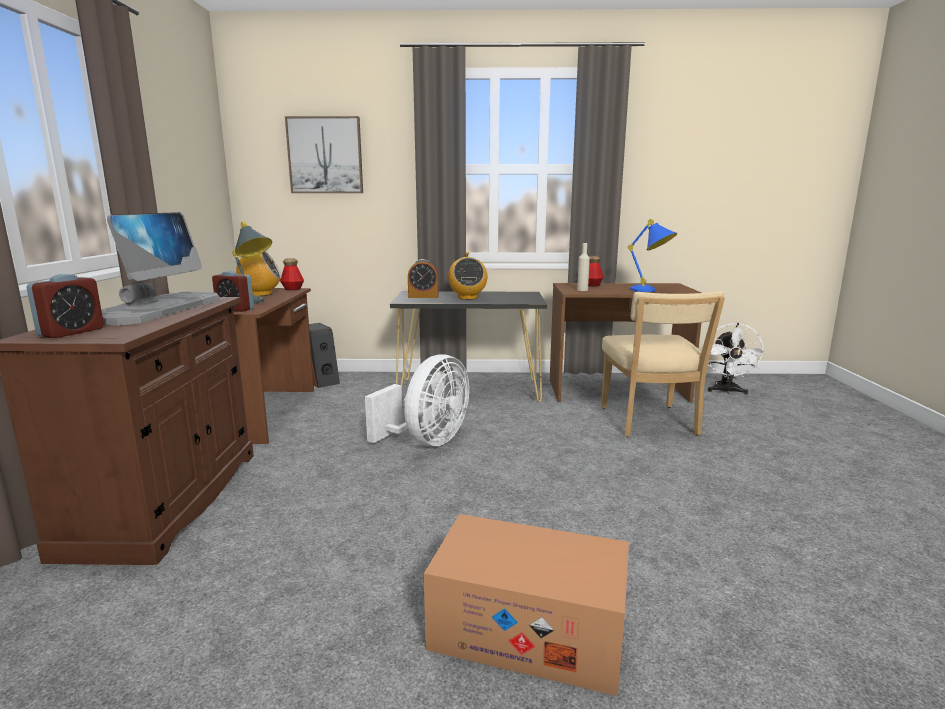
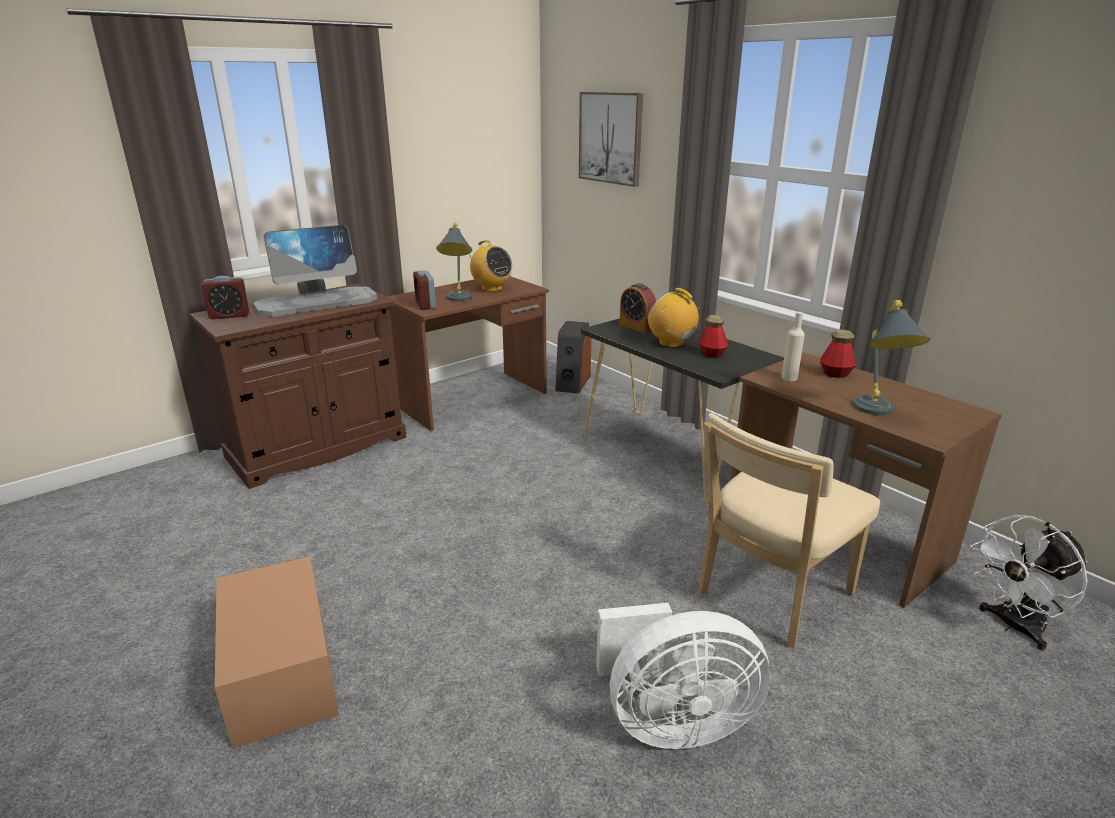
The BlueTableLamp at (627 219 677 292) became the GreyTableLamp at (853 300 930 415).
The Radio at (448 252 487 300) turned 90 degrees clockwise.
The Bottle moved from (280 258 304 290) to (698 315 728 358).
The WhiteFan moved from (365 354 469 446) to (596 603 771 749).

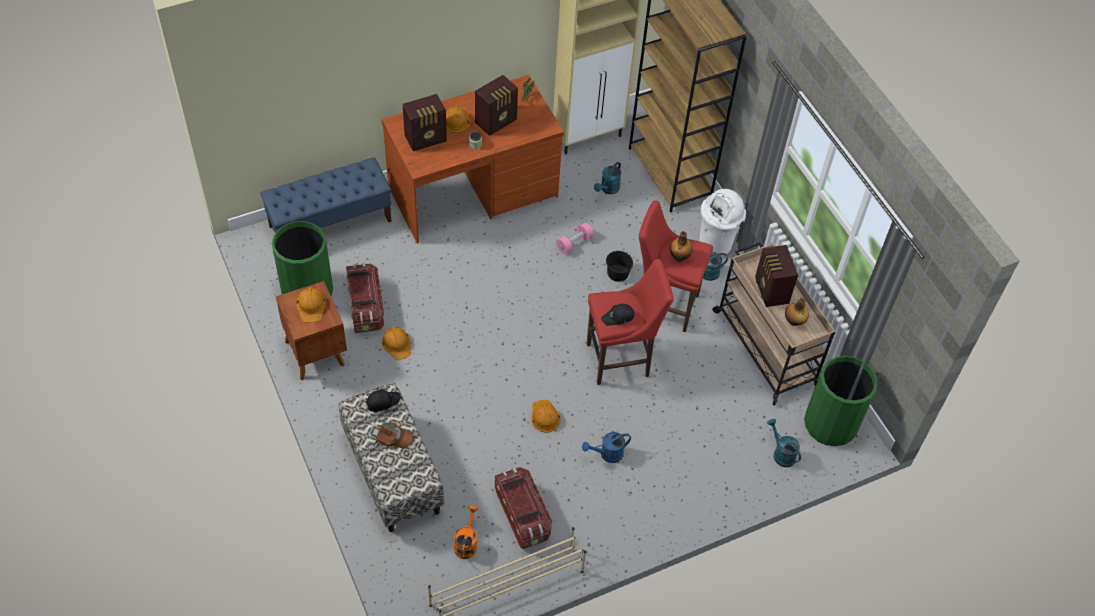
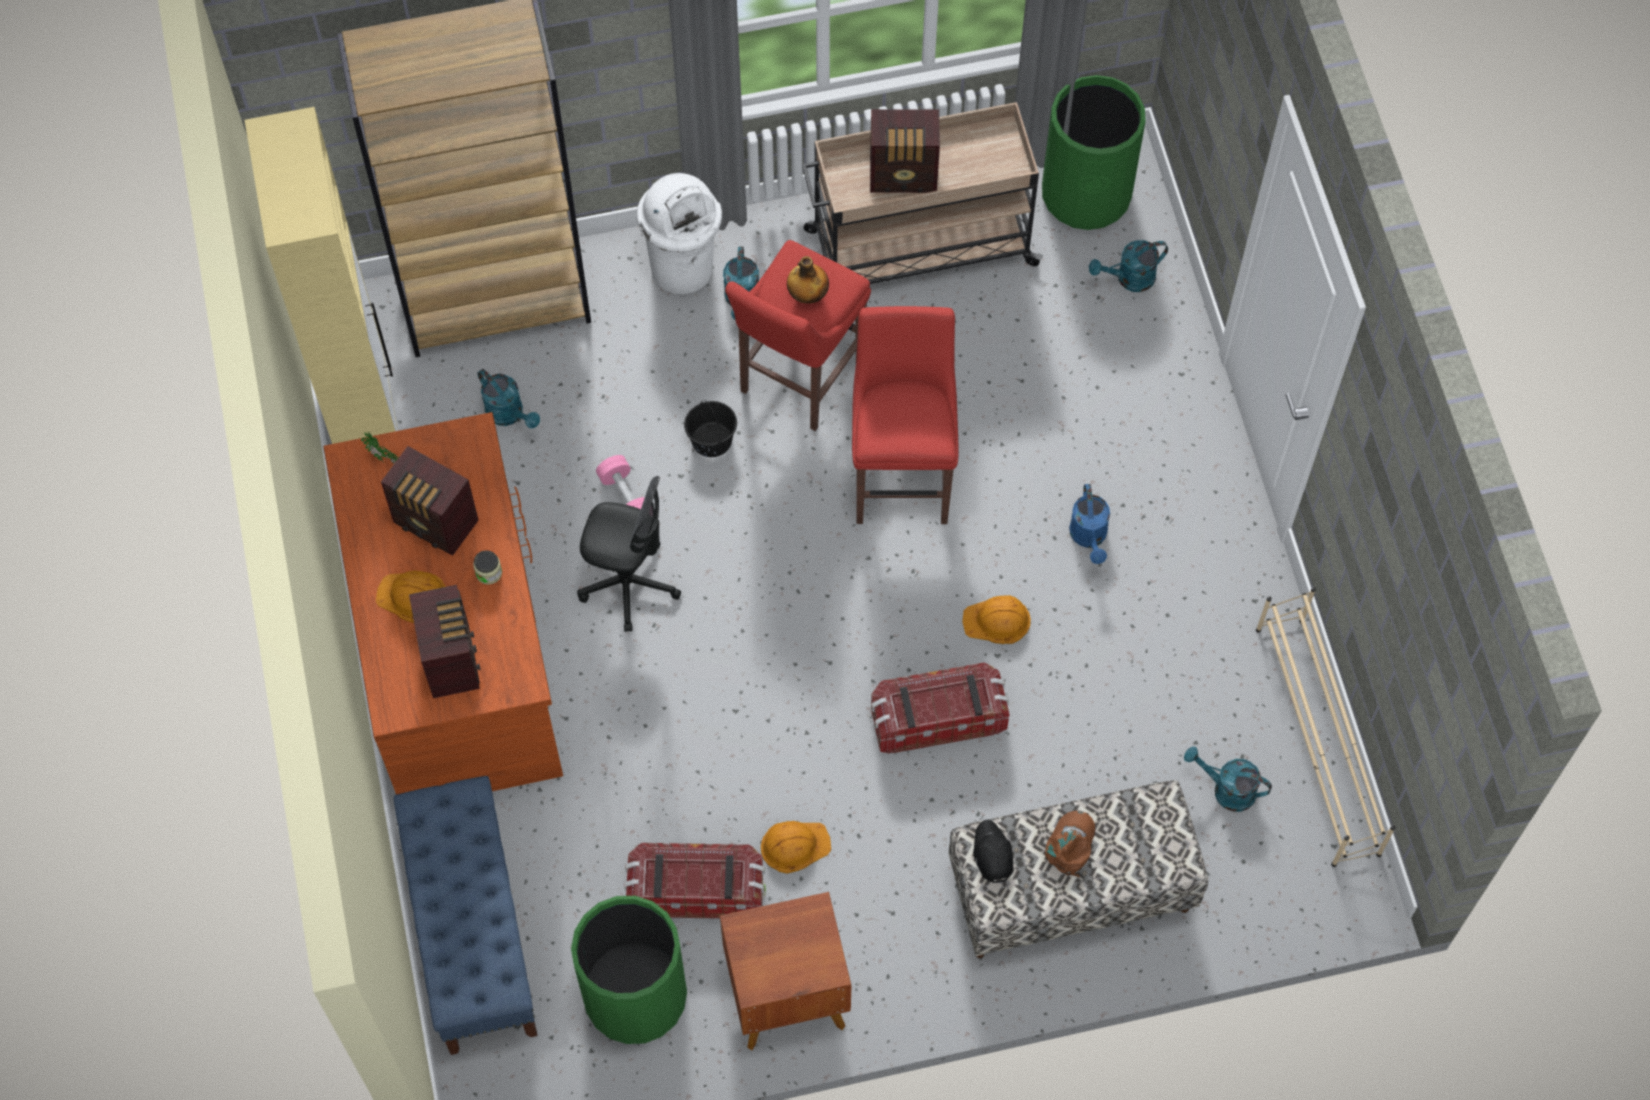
The Radio at (475 75 518 136) turned 150 degrees clockwise.
The OrangeHardHat at (296 287 326 323) disappeared.
The Bottle at (785 297 809 326) disappeared.
The BlackCap at (601 304 634 326) disappeared.
The StorageBox moved from (495 467 552 549) to (871 662 1010 754).
The OrangeWateringCan at (454 505 478 559) became the TurquoiseWateringCan at (1184 746 1272 812).
The BlackOfficeChair at (577 476 681 632) appeared.

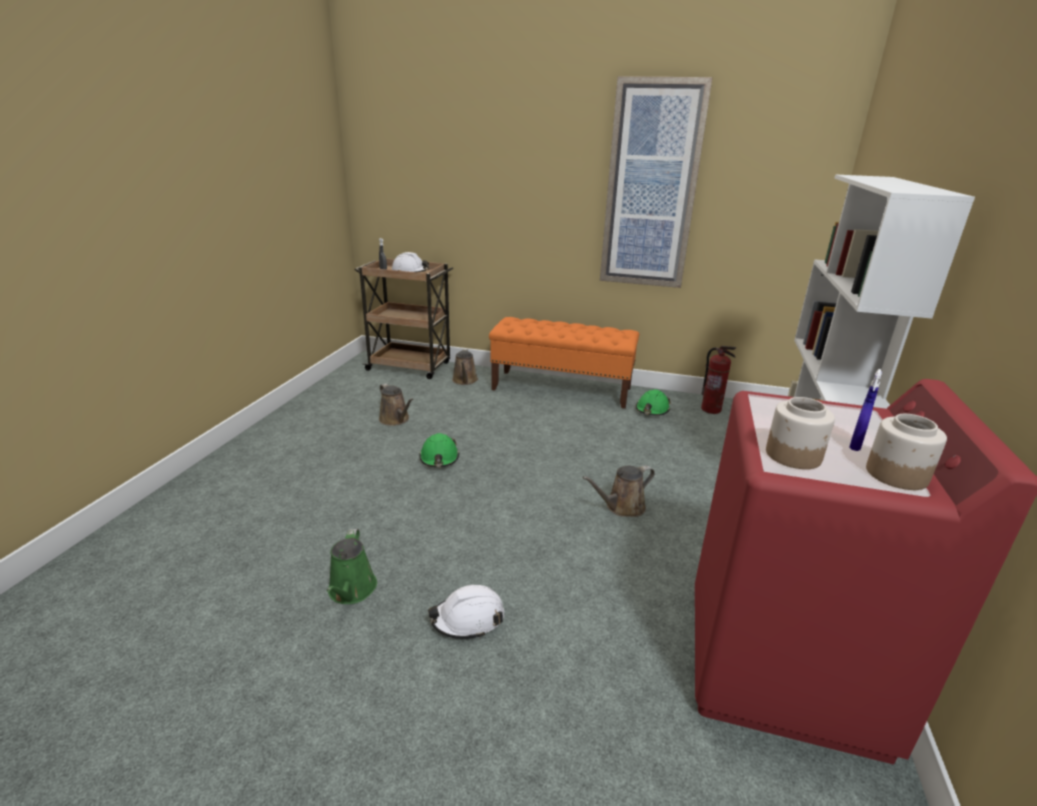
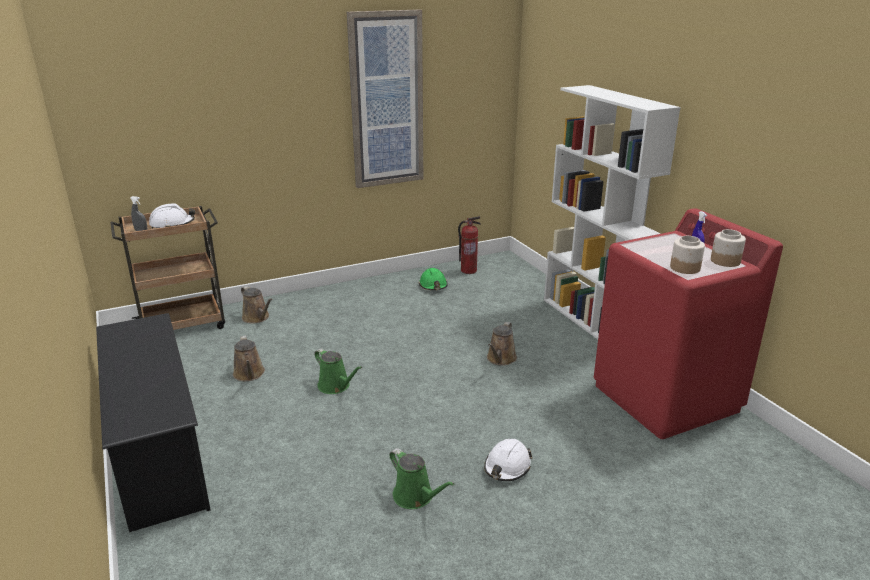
The OrangeBench at (489 317 639 409) disappeared.
The BrownWateringCan at (379 383 414 426) turned 60 degrees clockwise.
The GreenHardHat at (419 433 459 467) was replaced by the GreenWateringCan at (314 349 362 394).
The BlackShoeRack at (96 313 211 532) appeared.

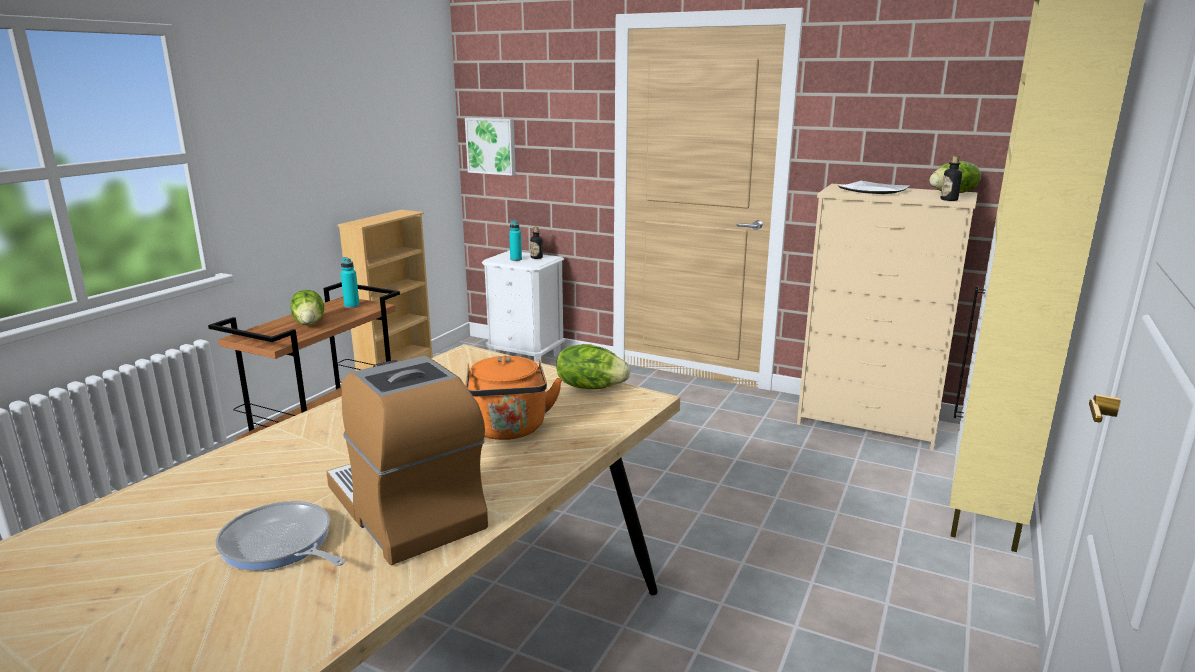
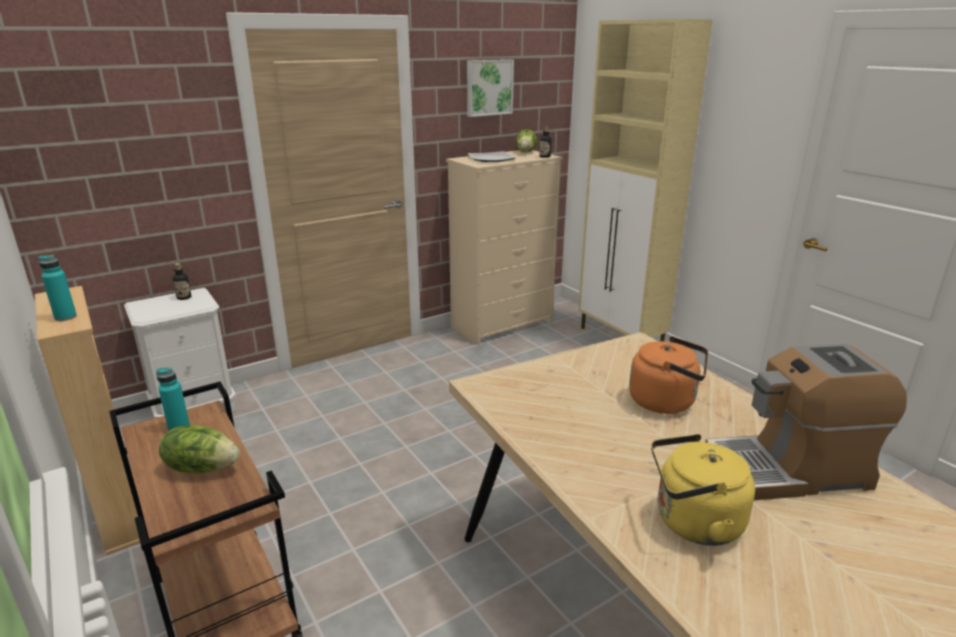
The Picture moved from (465 118 516 176) to (467 59 514 117).
The TurquoiseBottle moved from (509 220 522 261) to (38 255 77 321).
The Lettuce at (556 344 630 389) disappeared.
The FryingPan at (215 501 345 571) disappeared.
The YellowKettle at (651 434 755 546) appeared.

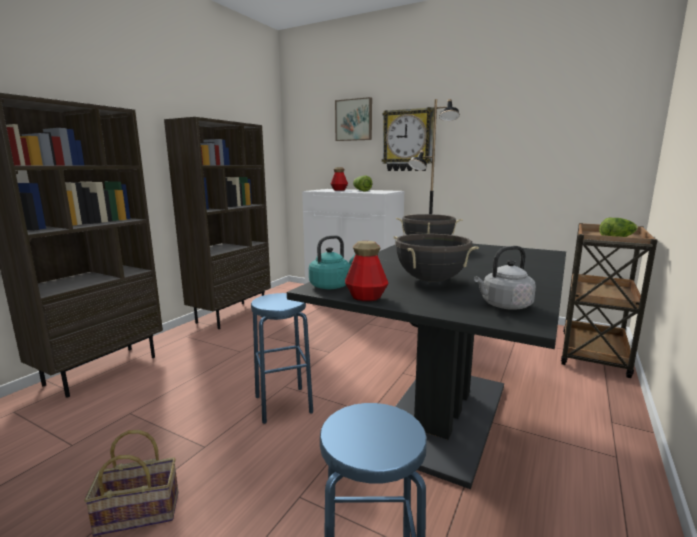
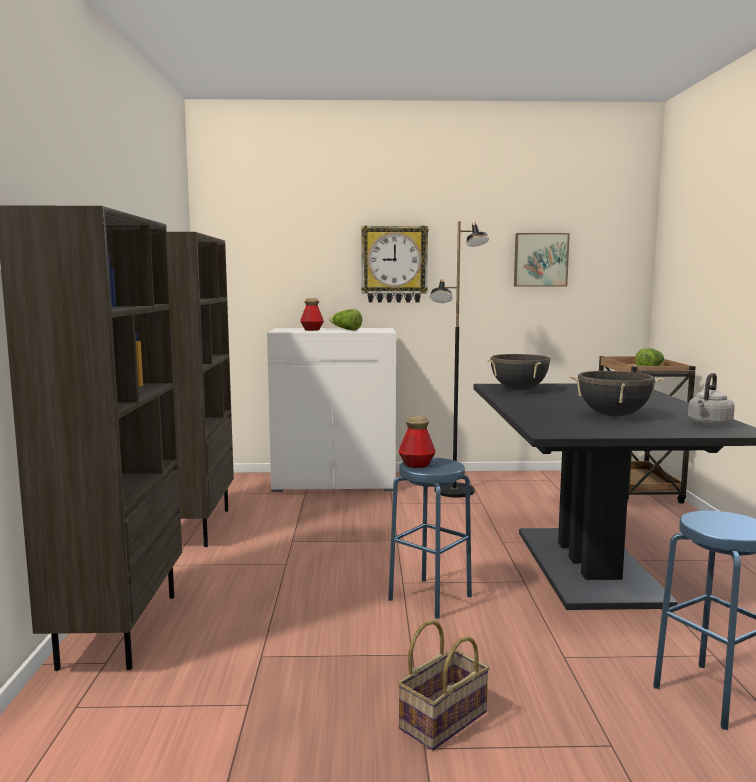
The Picture moved from (335 97 372 141) to (514 233 570 287).
The TurquoiseKettle at (309 235 355 289) disappeared.
The Bottle moved from (345 241 389 301) to (399 416 436 468).

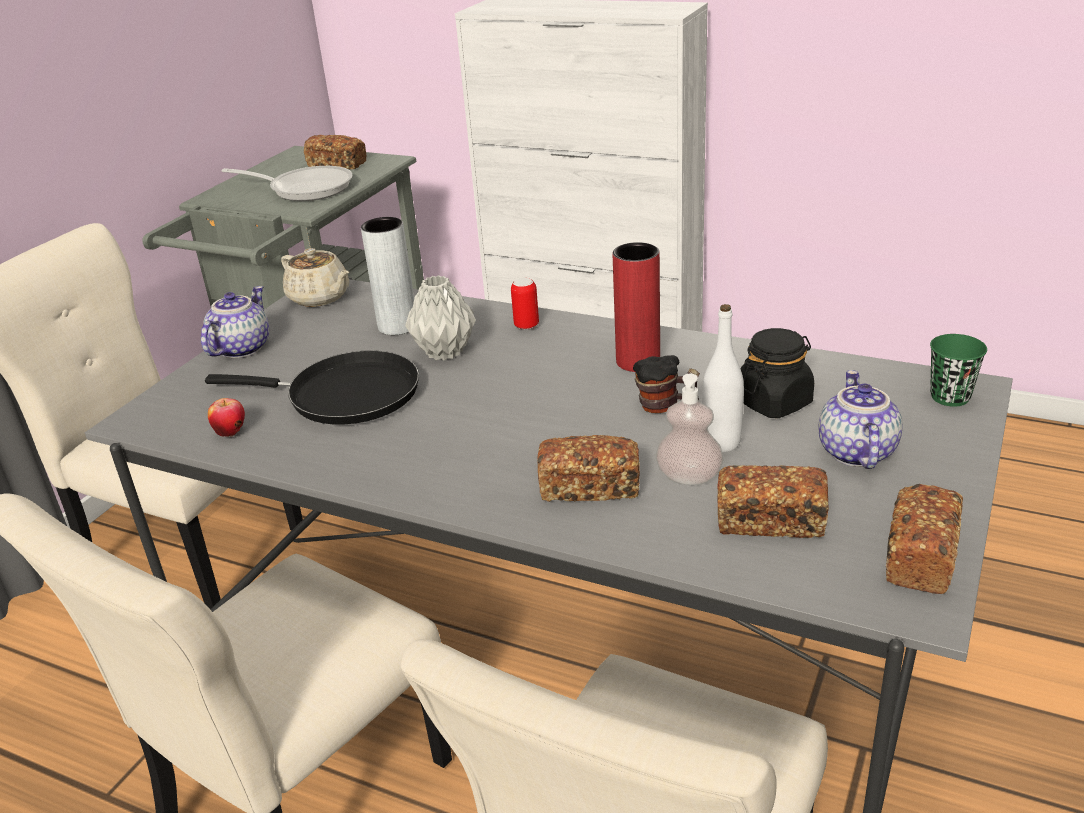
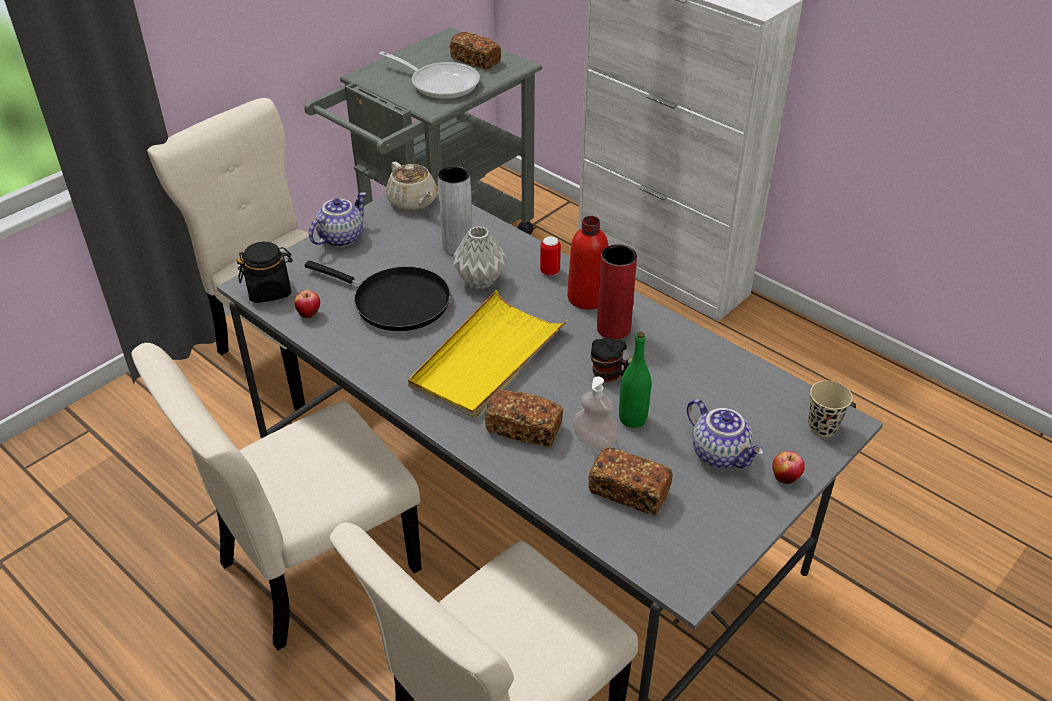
The WhiteBottle at (702 304 744 452) became the GreenBottle at (619 332 651 428).
The BlackJar moved from (740 328 814 418) to (237 242 293 303).
The GreenCup at (930 334 987 407) became the BeigeCup at (808 381 853 437).
The Teapot at (819 370 903 469) turned 120 degrees clockwise.
The Bread at (886 484 963 594) disappeared.
The RedBottle at (567 216 608 309) appeared.
The YellowTray at (408 290 568 418) appeared.
The Apple at (772 451 805 484) appeared.

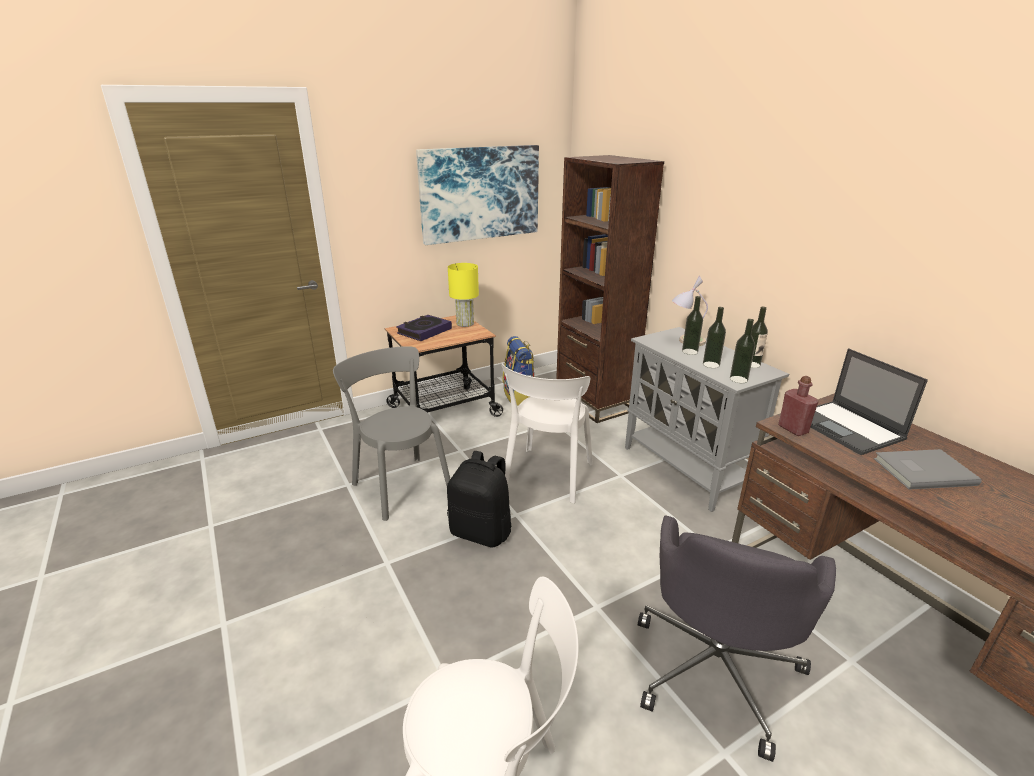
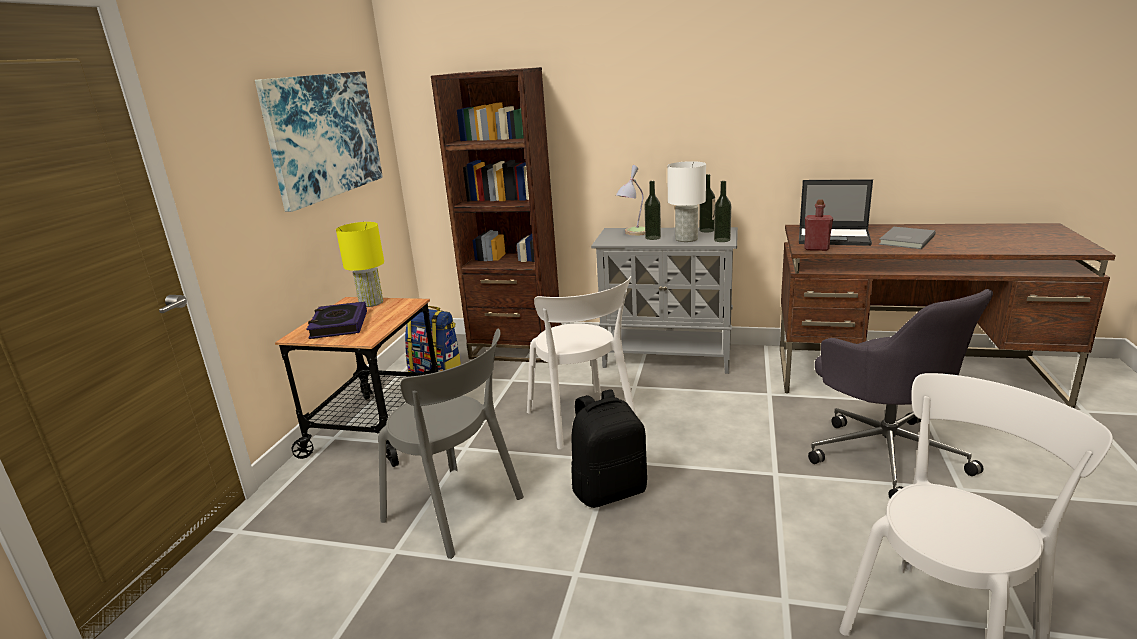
The Bottle at (703 307 726 368) was replaced by the WhiteTableLamp at (667 161 706 242).
The GreyChair at (333 346 450 521) turned 150 degrees counterclockwise.

